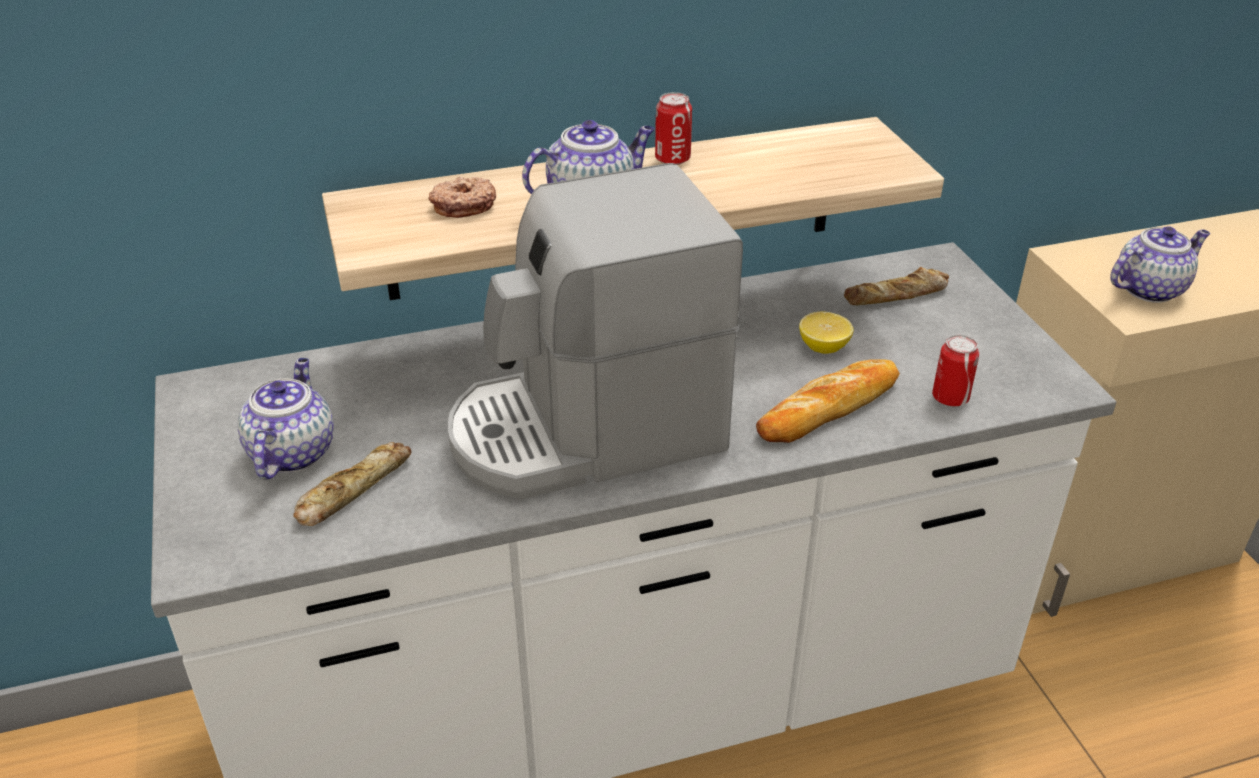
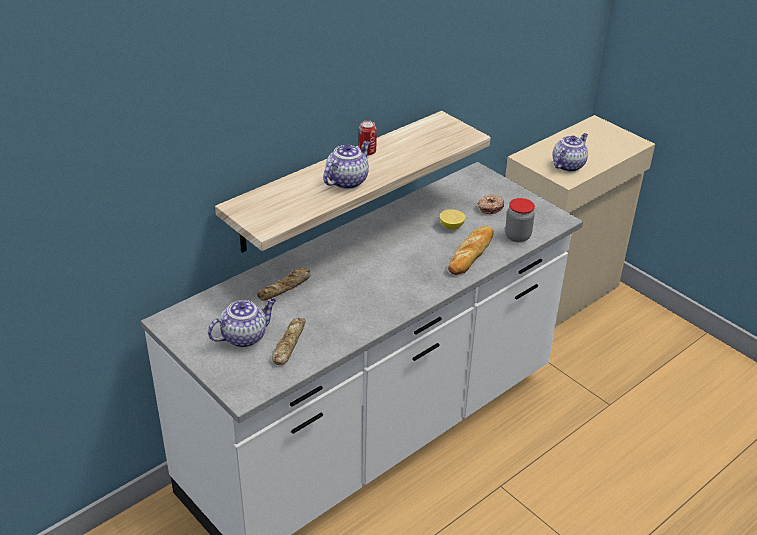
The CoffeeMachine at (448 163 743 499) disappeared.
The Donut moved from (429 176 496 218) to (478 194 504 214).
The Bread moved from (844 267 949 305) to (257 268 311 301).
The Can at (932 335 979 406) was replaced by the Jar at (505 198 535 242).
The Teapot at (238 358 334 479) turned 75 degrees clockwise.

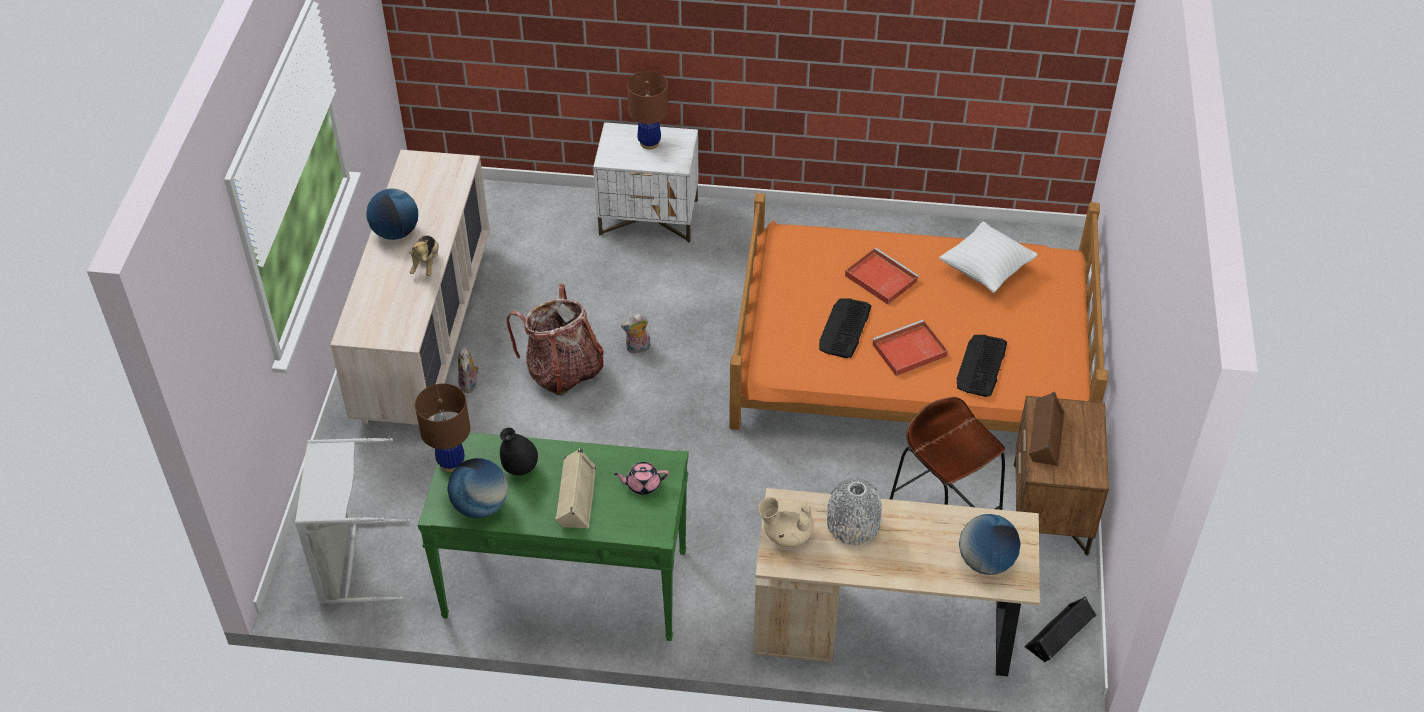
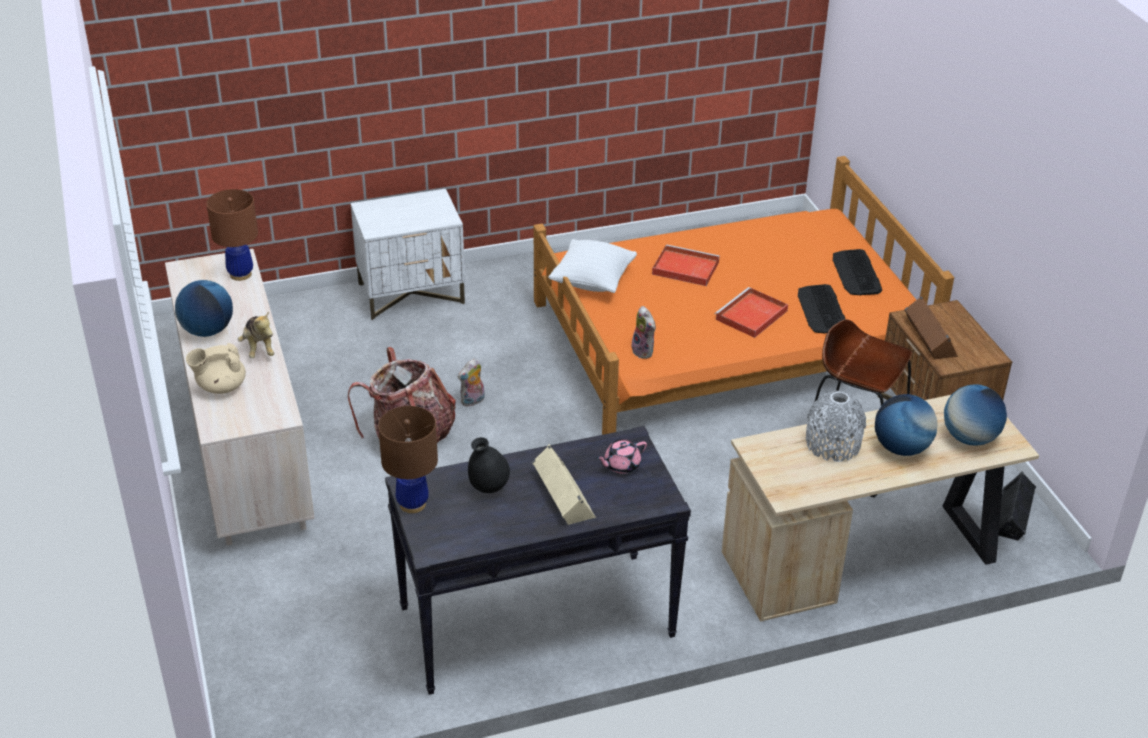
The BrownTableLamp moved from (627 71 669 150) to (206 189 258 281).
The WhitePillow moved from (939 222 1038 293) to (548 239 637 293).
The Keyboard moved from (819 298 871 358) to (833 249 882 295).
The PlushToy moved from (458 347 479 393) to (631 306 656 359).
The GreenConsoleTable at (418 432 689 641) became the BlackConsoleTable at (385 426 691 695).
The GreyLaundryBasket at (295 438 410 604) disappeared.
The Globe moved from (447 458 508 518) to (875 394 938 456).
The BeigeTeapot moved from (758 497 814 547) to (186 343 246 394).

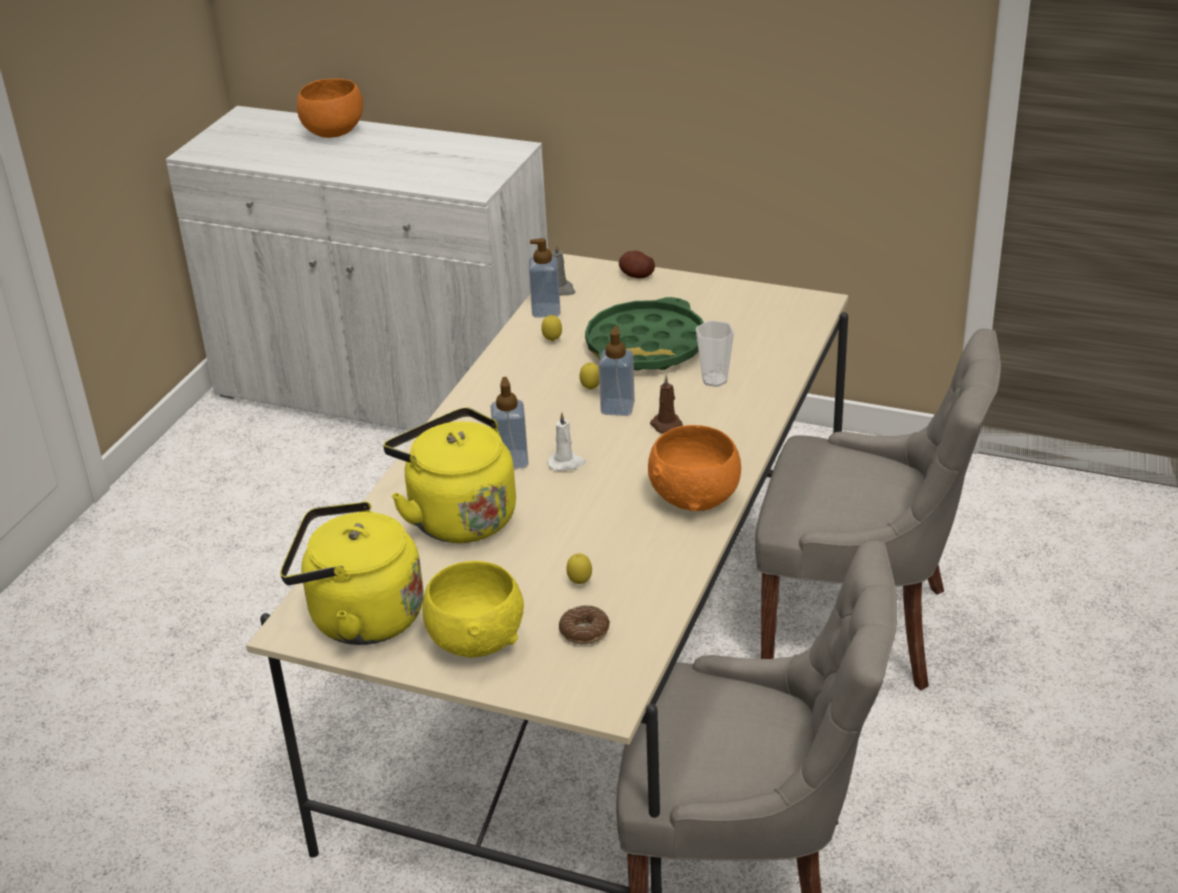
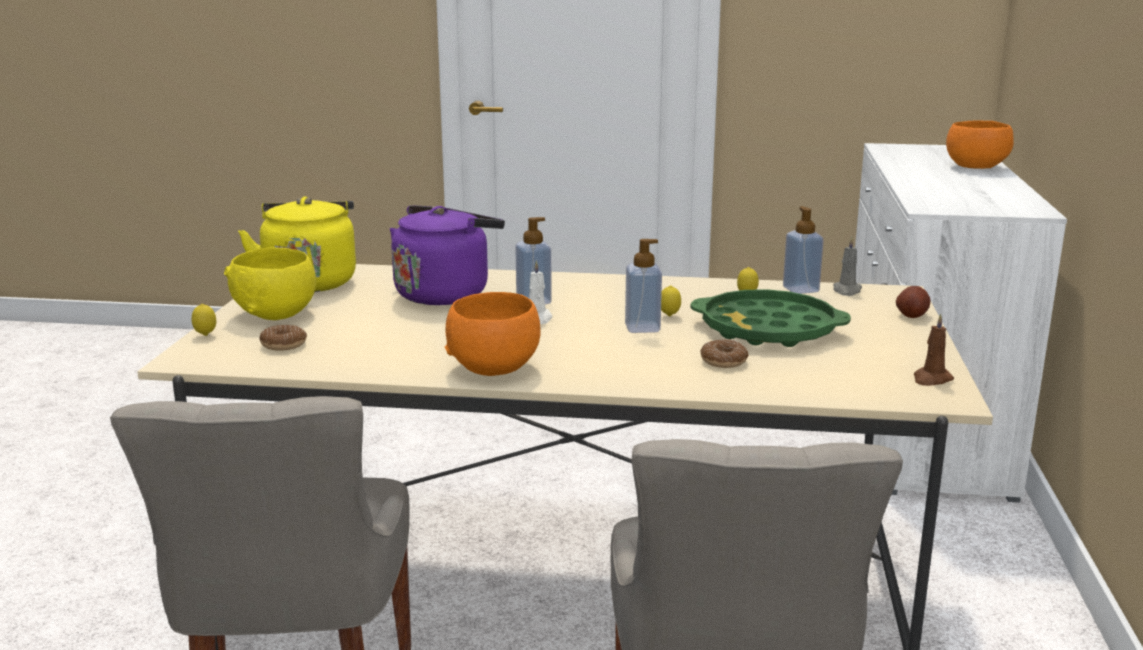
The Cup at (696 320 734 387) was replaced by the Donut at (700 339 749 368).
The BrownCandle moved from (650 375 683 434) to (914 313 954 386).
The YellowKettle at (383 407 516 543) became the PurpleKettle at (390 205 505 305).
The Lemon moved from (566 553 592 584) to (192 304 216 336).

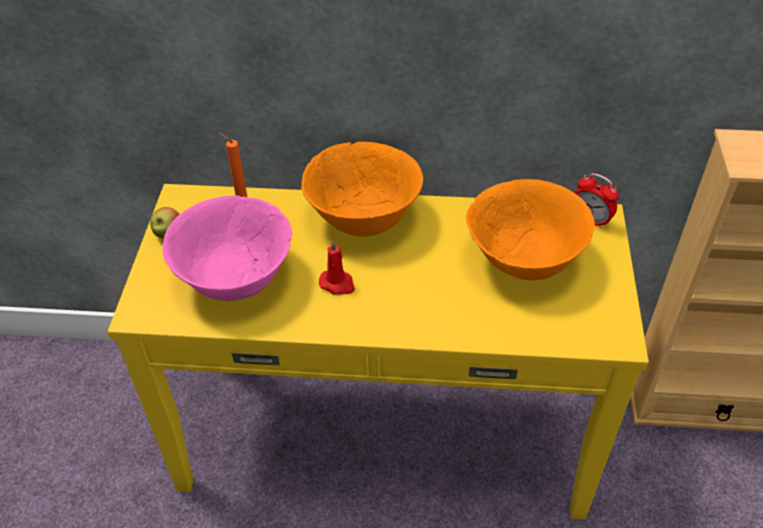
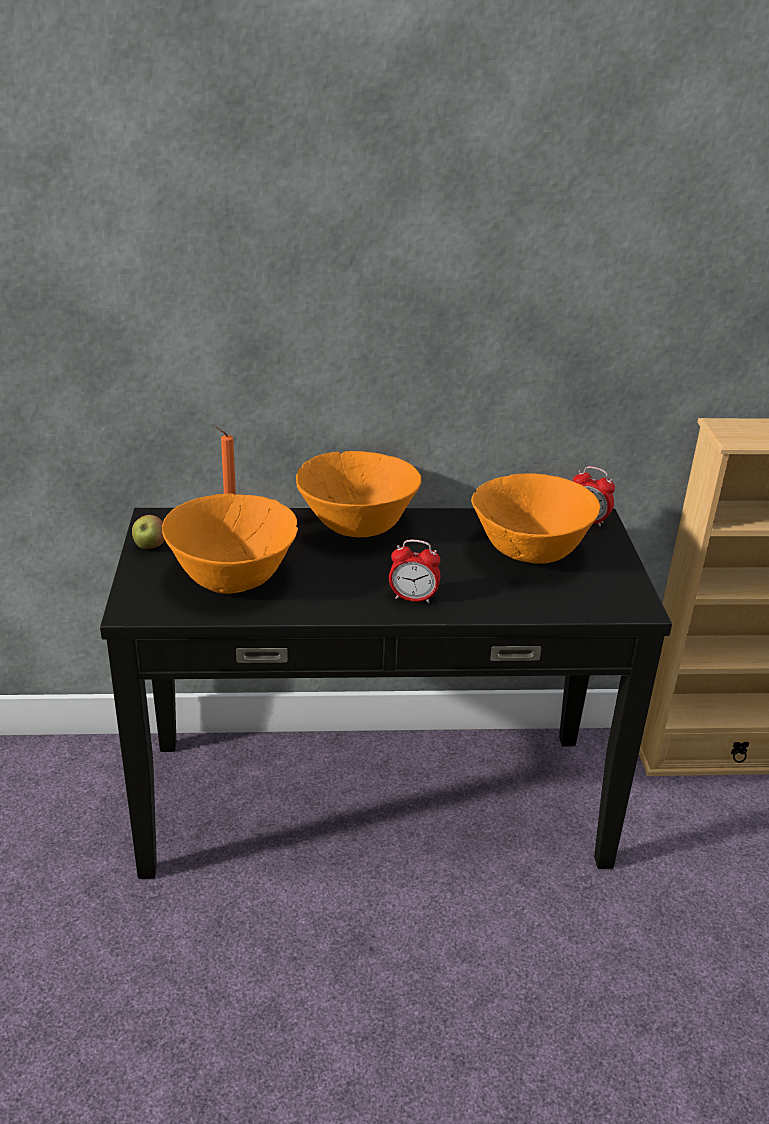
The YellowConsoleTable at (108 184 649 519) became the BlackConsoleTable at (100 508 672 879).
The PinkBowl at (162 195 292 301) became the OrangeBowl at (162 494 298 594).
The RedCandle at (319 240 355 295) disappeared.
The AlarmClock at (389 539 441 603) appeared.

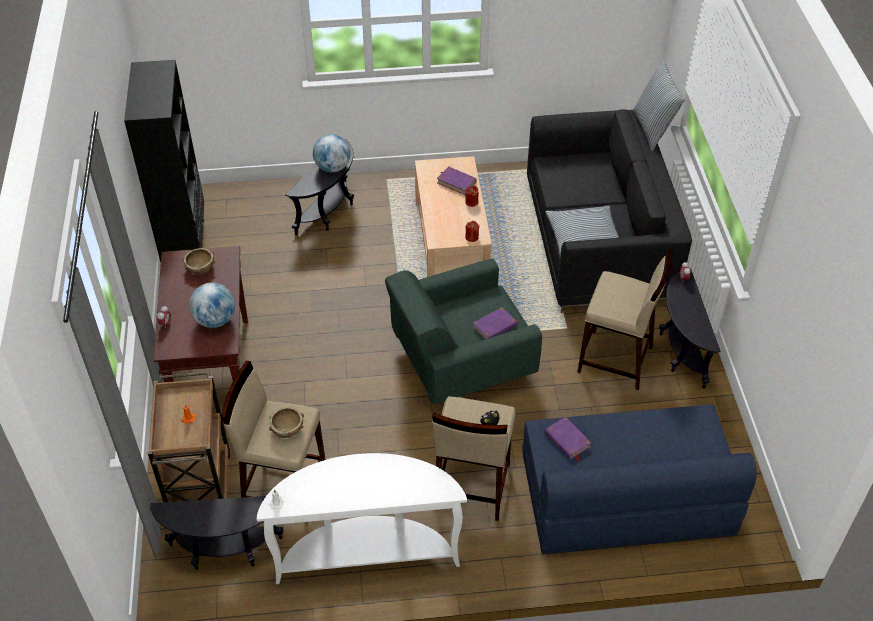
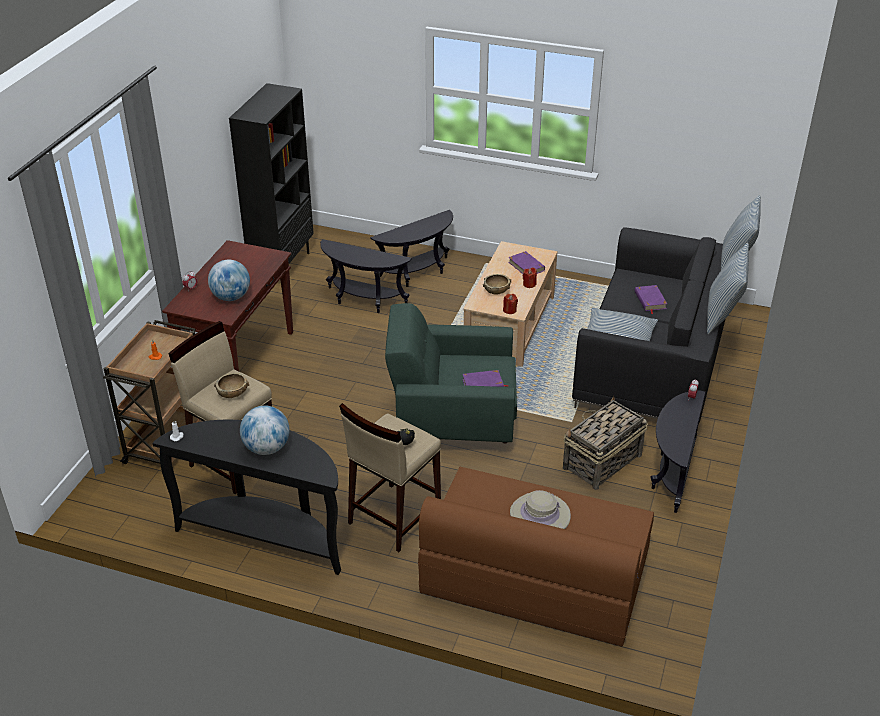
The Globe moved from (313 134 350 172) to (240 406 290 455).
The BrownBowl moved from (183 248 215 274) to (483 274 511 295).
The BeigeStool at (577 249 673 390) was replaced by the Basket at (563 396 648 490).
The BlueSofa at (522 404 757 554) became the BrownSofa at (418 467 654 646).
The PurpleBook moved from (545 417 591 462) to (635 285 667 314).
The WhiteConsoleTable at (257 453 467 584) became the BlackConsoleTable at (152 420 341 575).
The BlackSideTable moved from (150 496 283 570) to (320 239 412 313).
The Pillow at (707 243 749 334) appeared.
The BeigeHat at (510 490 571 529) appeared.

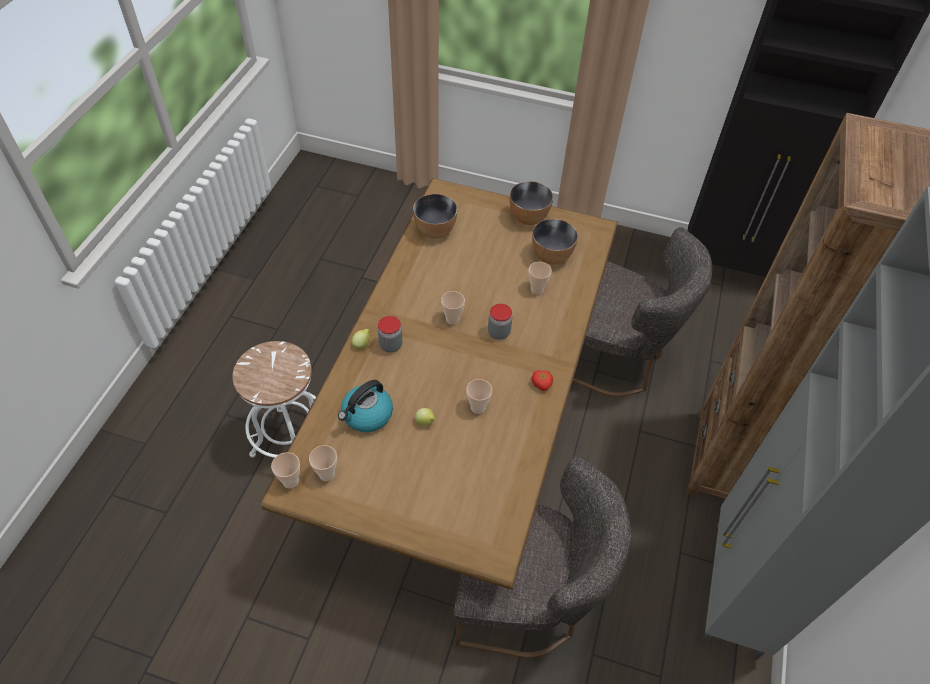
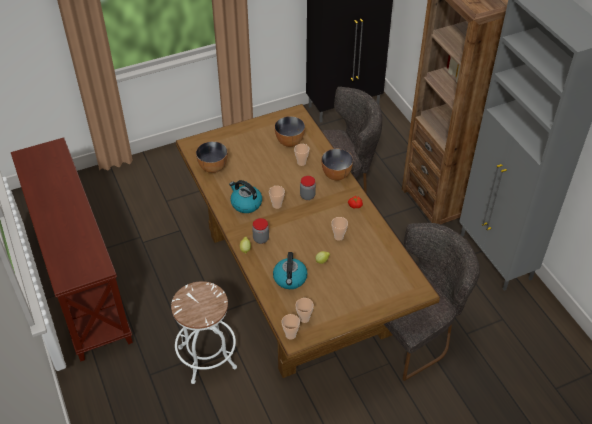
The Bowl moved from (510 181 553 225) to (321 149 353 181).
The BrownConsoleTable at (11 138 133 362) appeared.
The Kettle at (229 180 262 213) appeared.

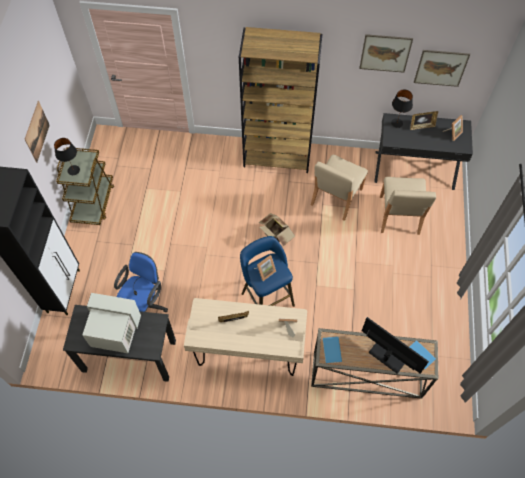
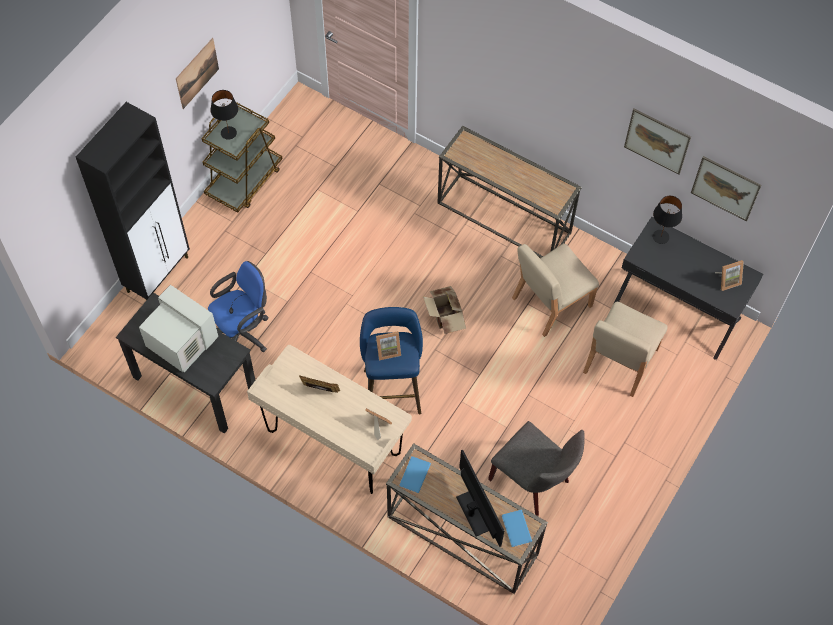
The BrownBookcase at (239 27 322 173) was replaced by the ConsoleTable at (437 126 582 258).
The PictureFrame at (410 111 438 130) disappeared.
The GreyChair at (488 421 585 516) appeared.

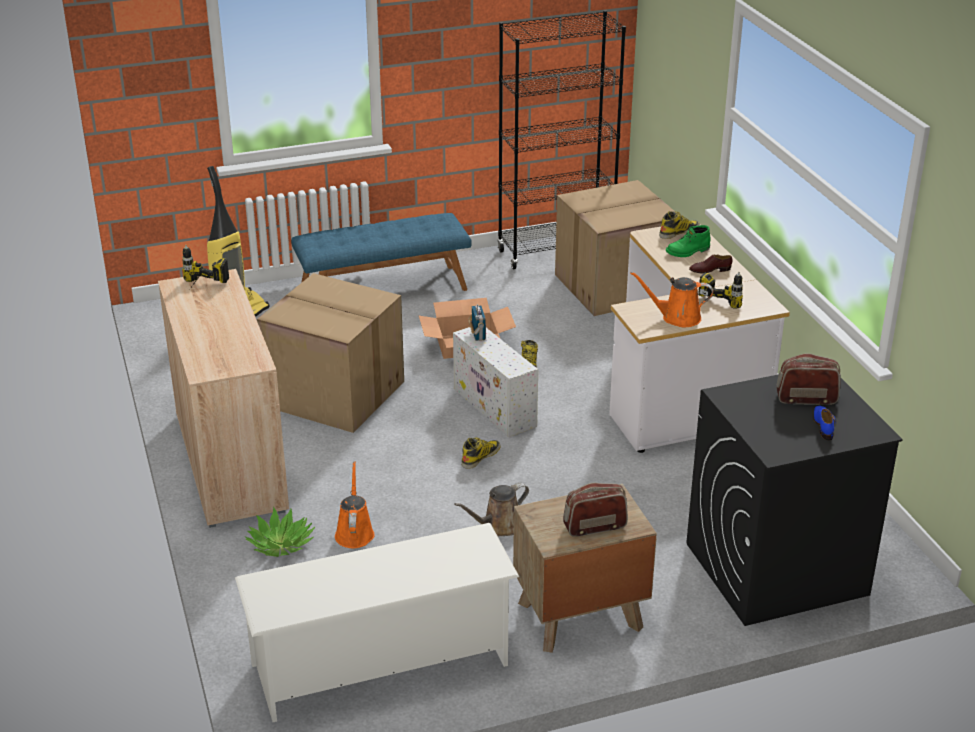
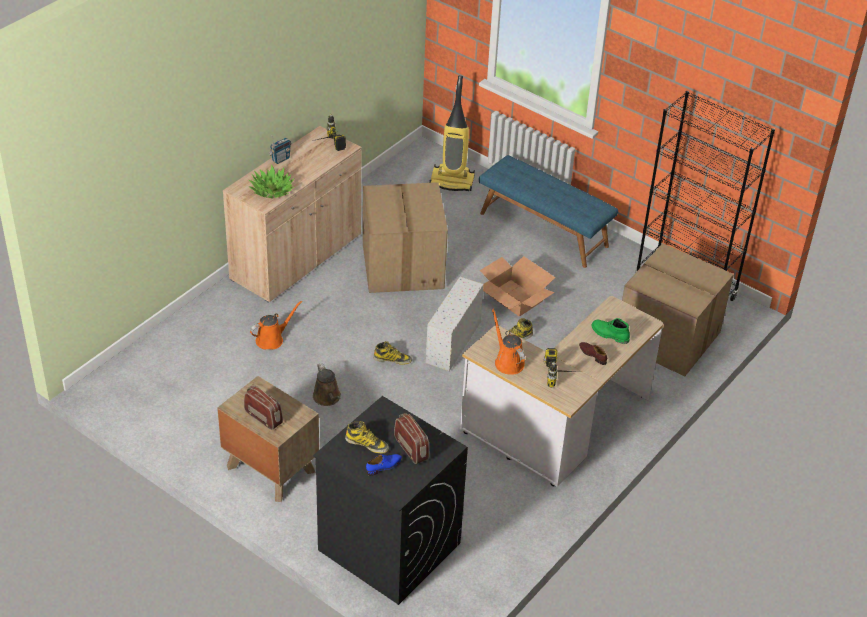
The Boot moved from (659 211 700 239) to (345 421 389 453).
The Radio moved from (468 304 486 341) to (269 136 291 164).
The BrownWateringCan at (454 483 529 536) turned 135 degrees counterclockwise.
The PottedPlant moved from (244 507 315 557) to (248 164 295 198).
The WhiteShoeRack at (235 523 519 722) disappeared.

